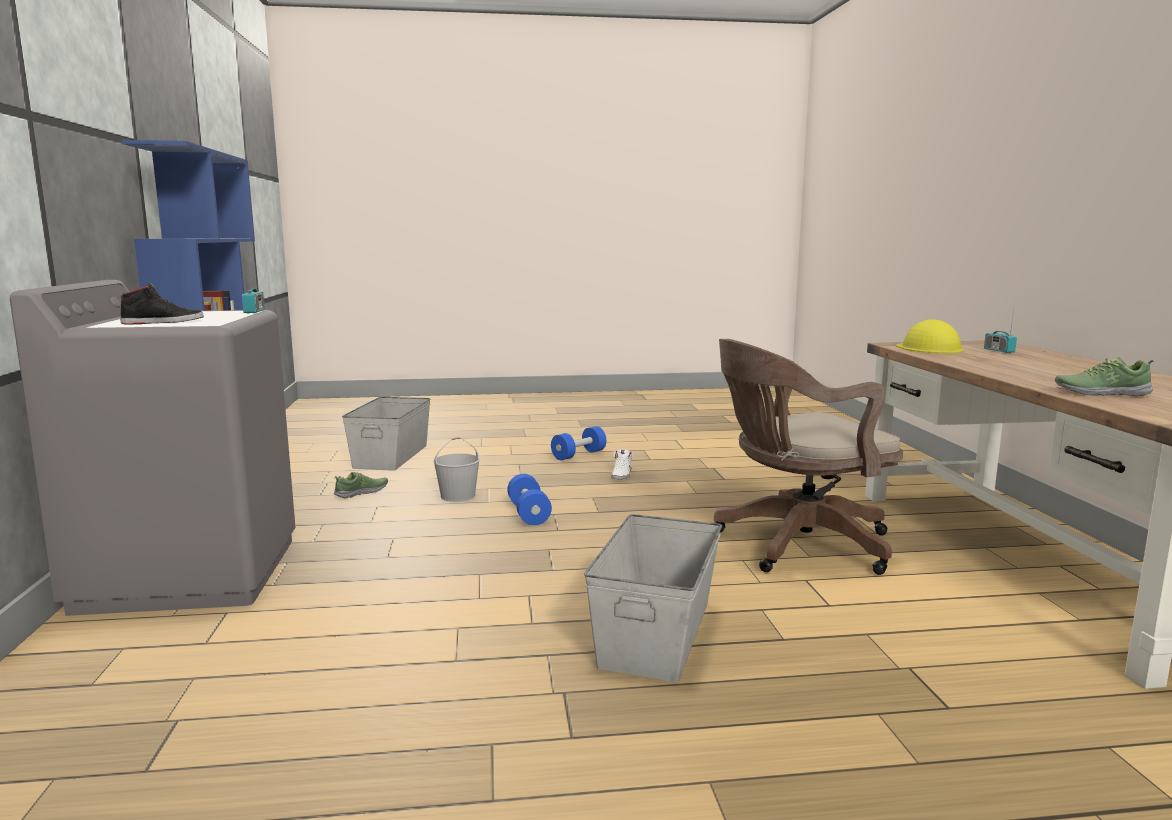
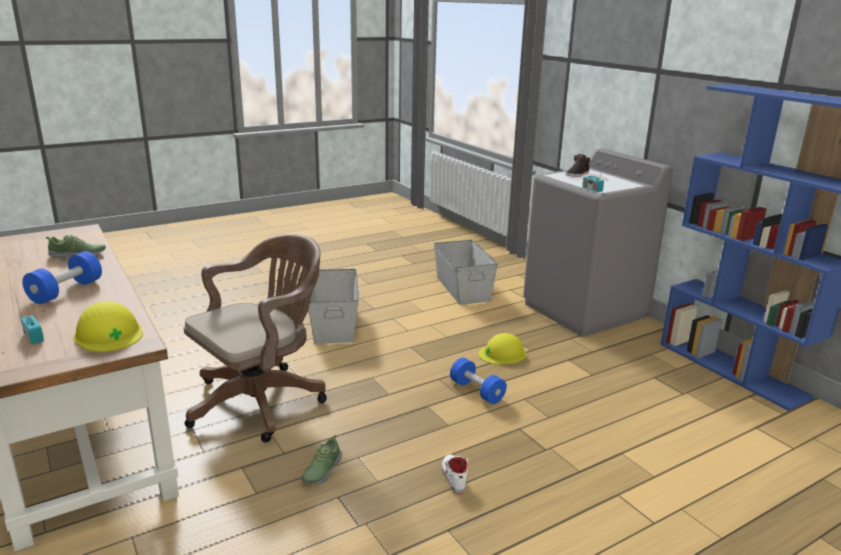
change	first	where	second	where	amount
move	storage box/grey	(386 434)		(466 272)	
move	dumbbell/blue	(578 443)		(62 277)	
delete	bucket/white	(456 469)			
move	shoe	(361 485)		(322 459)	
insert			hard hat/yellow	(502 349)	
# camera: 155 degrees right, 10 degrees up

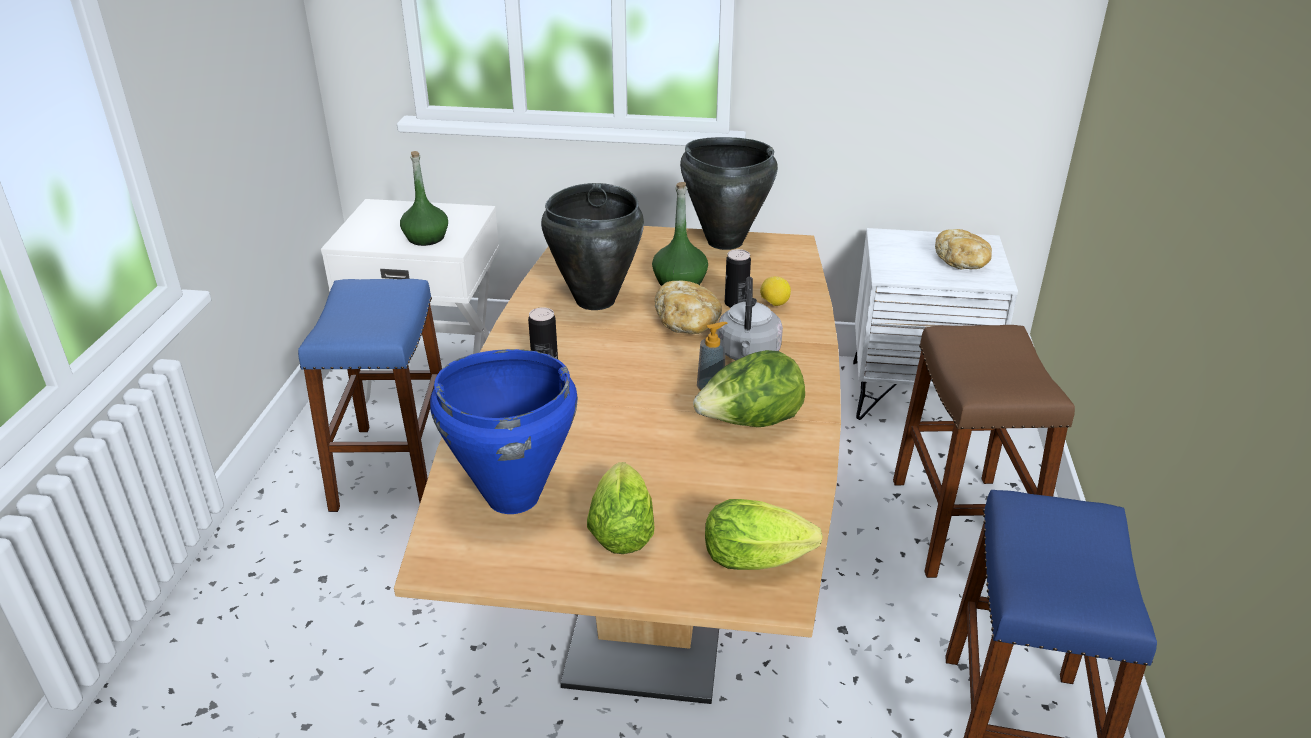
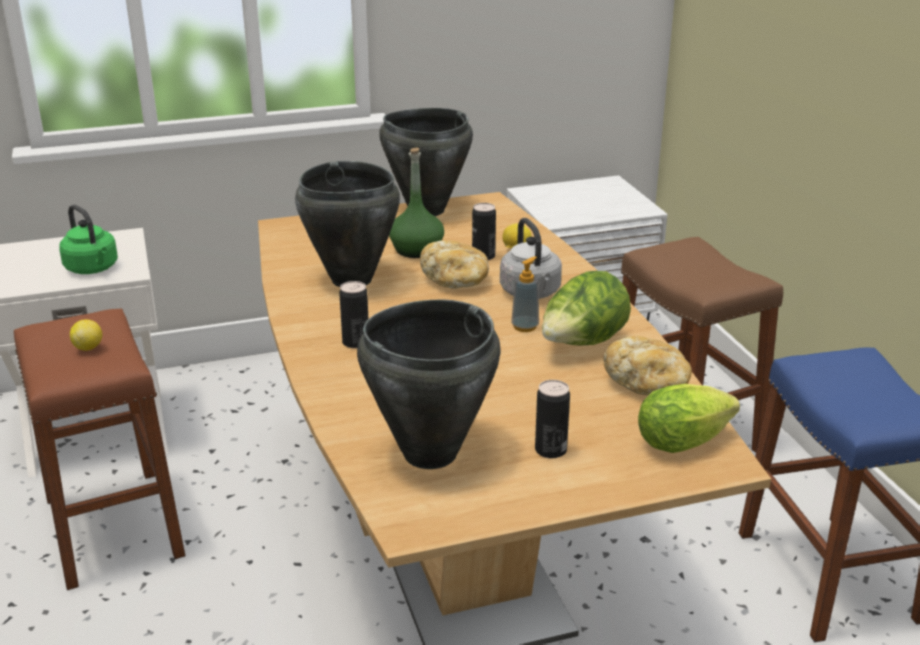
change	first	where	second	where	amount
replace	bottle/green	(424 198)	kettle/green	(88 239)	
move	bread	(963 249)		(647 366)	
recolor	stool/blue	(370 395)	stool/brown	(99 449)	
recolor	cooking pot/blue	(504 431)	cooking pot/black	(429 384)	
replace	lettuce	(621 508)	can	(552 419)	
insert			lemon	(86 335)	
# camera: 25 degrees left, 5 degrees down

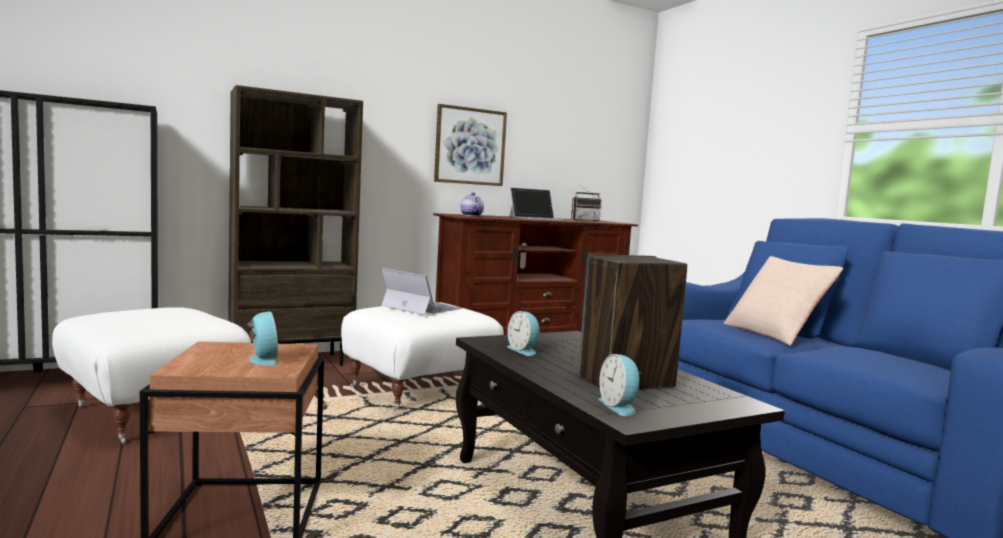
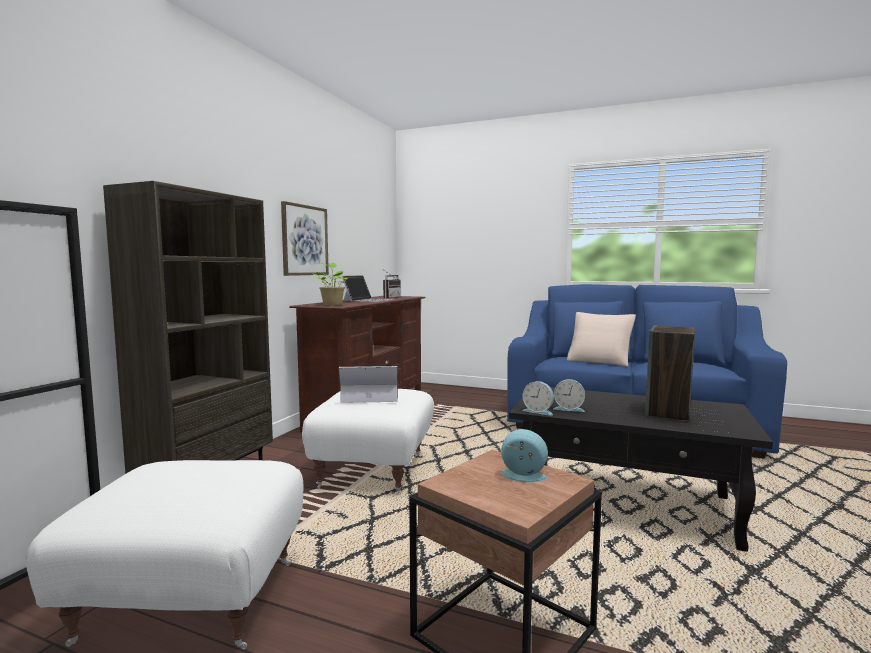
change	first	where	second	where	amount
replace	teapot	(472 204)	potted plant	(329 284)	
move	alarm clock	(619 385)		(538 398)	
# camera: 40 degrees left, 0 degrees up

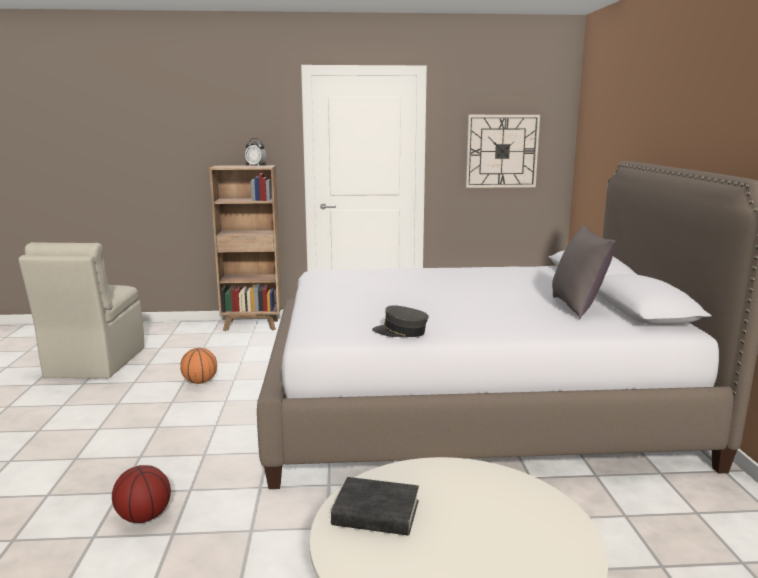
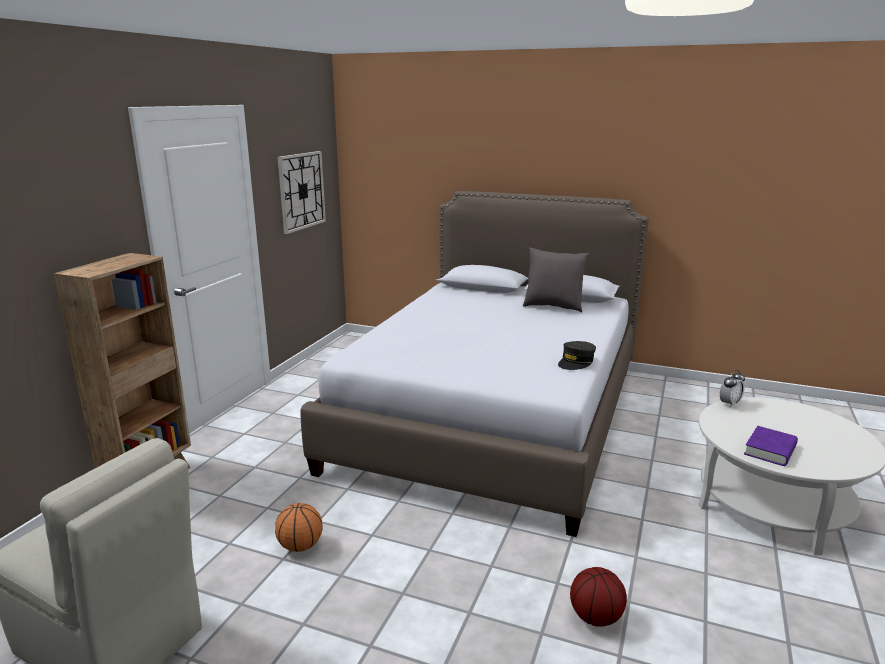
change	first	where	second	where	amount
move	alarm clock	(255 152)		(732 389)	
recolor	book/black	(375 506)	book/purple	(771 446)	
# camera: 65 degrees left, 5 degrees up

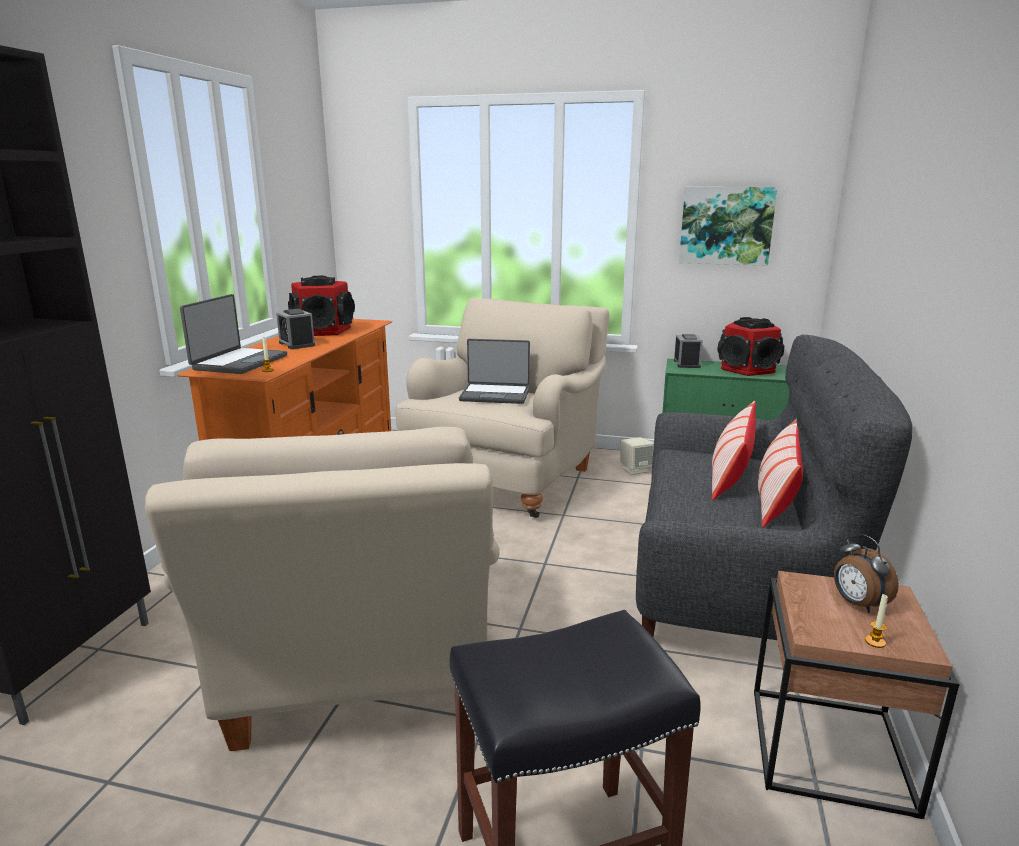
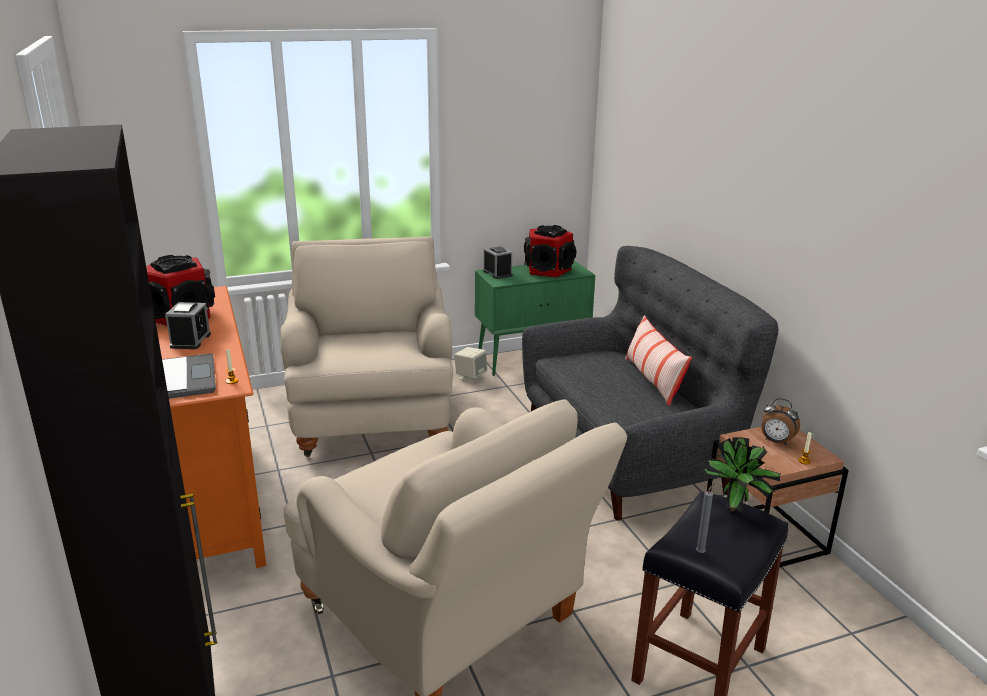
change	first	where	second	where	amount
delete	picture	(728 226)			
rotate	alarm clock	(295 329)		(188 325)	105 degrees counterclockwise
delete	laptop	(494 371)			
delete	pillow	(734 451)			
insert			potted plant	(740 474)	
insert			candle/grey	(705 518)	
# camera: 35 degrees left, 5 degrees up

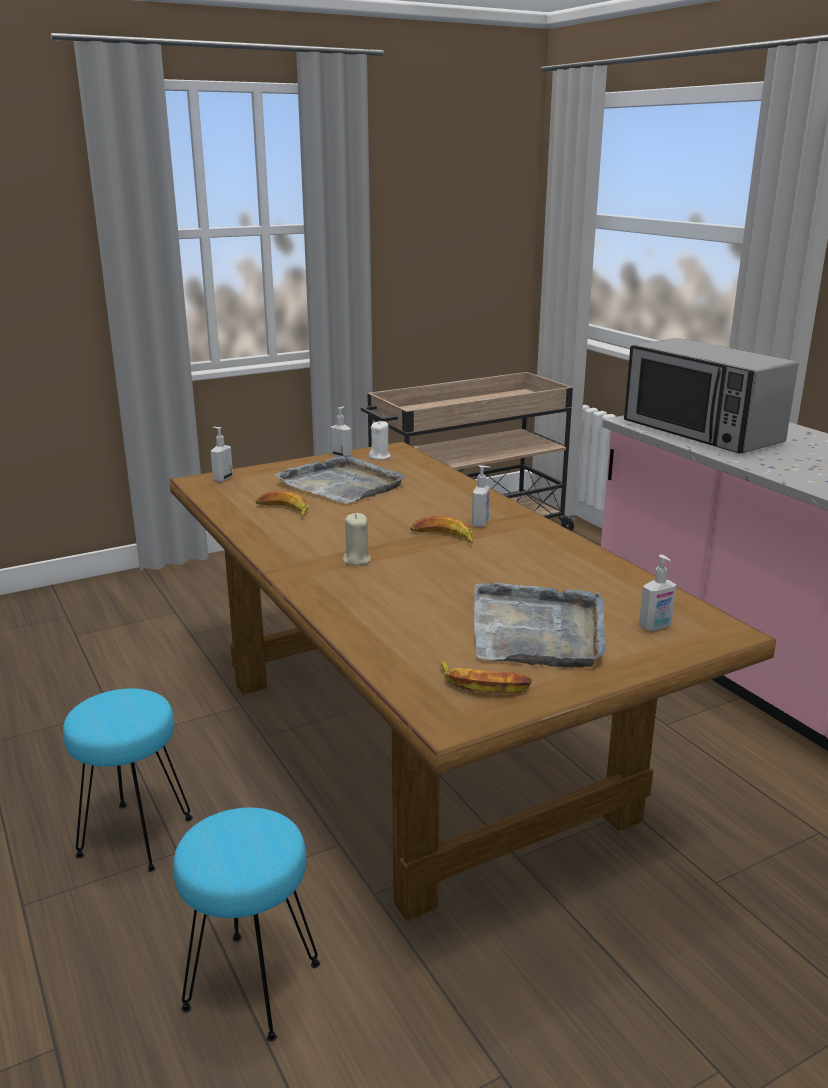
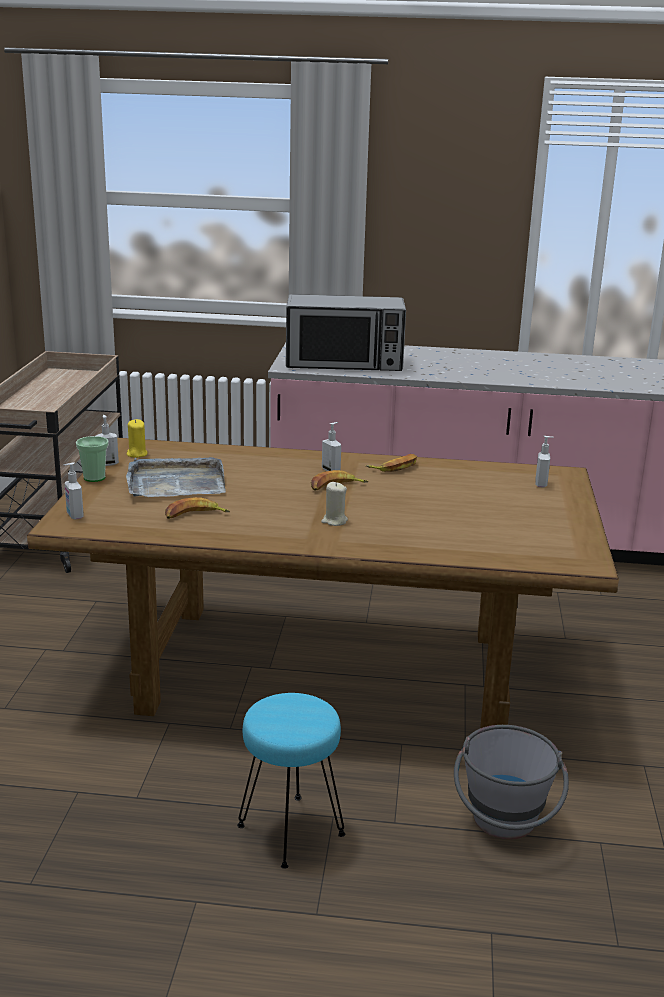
change	first	where	second	where	amount
recolor	candle/white	(379 440)	candle/yellow	(137 438)	
delete	tray/grey	(539 625)			
move	banana	(486 677)		(391 463)	
replace	stool/turquoise	(246 924)	bucket/grey	(511 782)	
insert			cup	(92 459)	
# camera: 55 degrees left, 0 degrees up

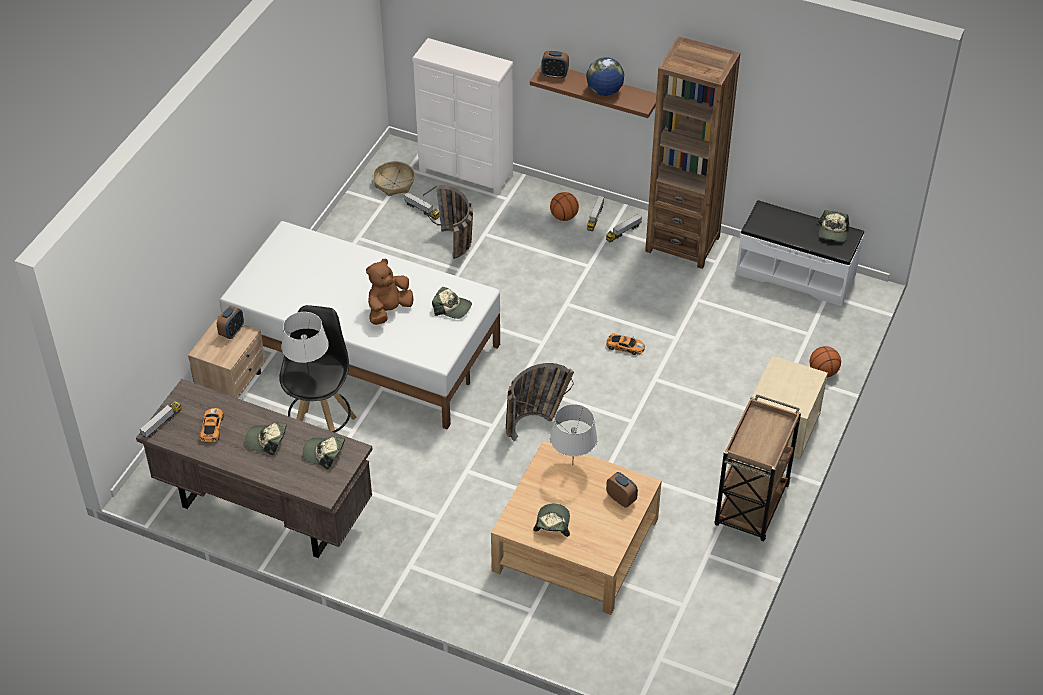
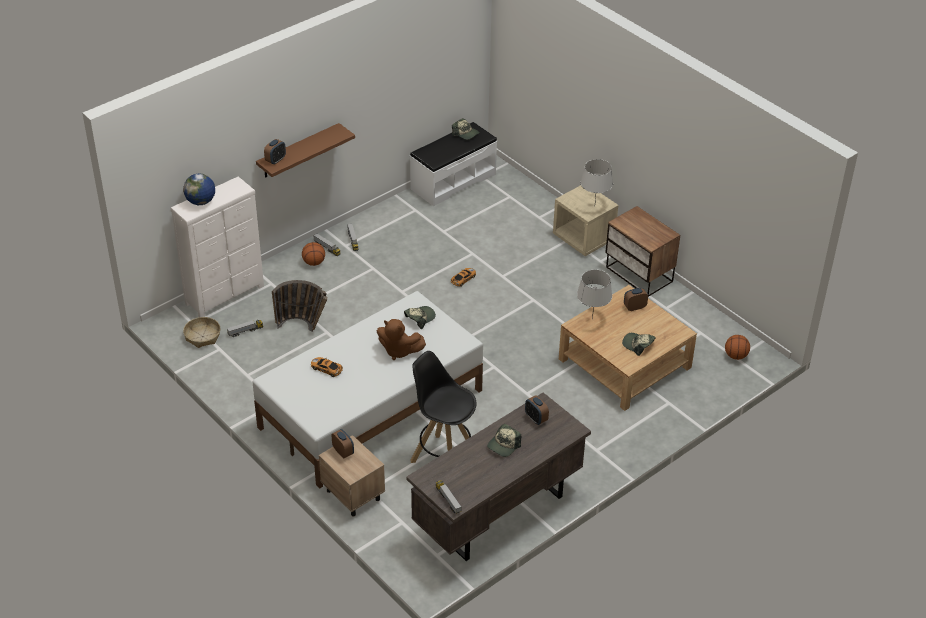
change	first	where	second	where	amount
delete	bookcase/brown	(692 152)			
move	globe	(605 76)		(199 189)	
rotate	plush toy/brown	(390 292)		(401 339)	45 degrees counterclockwise
move	table lamp/grey	(305 343)		(597 180)	
move	basketball	(825 361)		(737 347)	
delete	basket	(540 402)			
replace	cart/brown	(758 468)	nightstand	(642 251)	
move	toy car	(212 425)		(327 367)	
replace	cap	(323 453)	alarm clock	(537 410)	
# camera: 65 degrees left, 5 degrees down

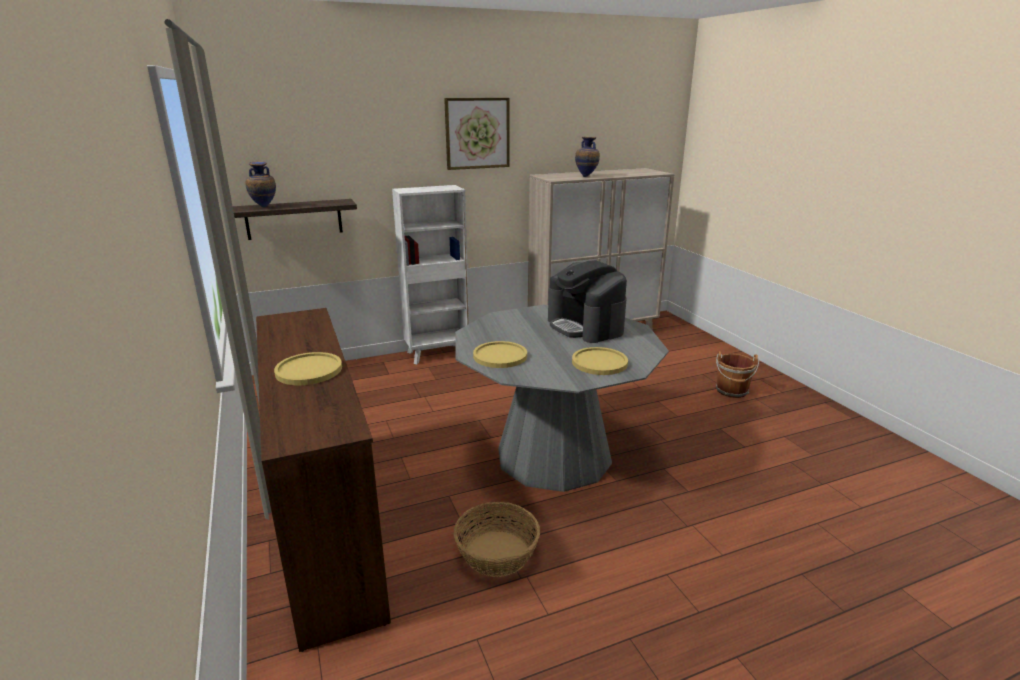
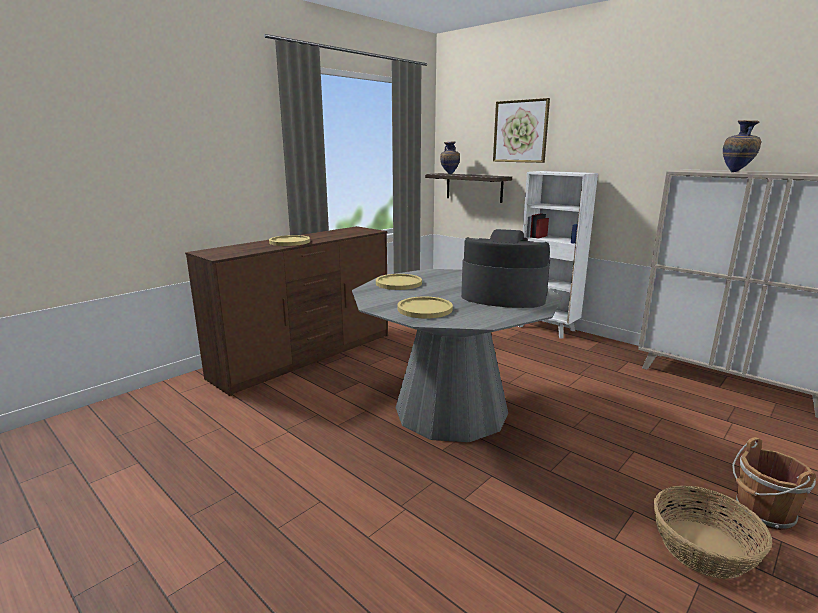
change	first	where	second	where	amount
move	picture	(477 134)		(521 130)	
rotate	coffee machine	(587 301)		(505 268)	75 degrees clockwise
move	basket	(497 539)		(713 532)	
# camera: 65 degrees right, 5 degrees down

